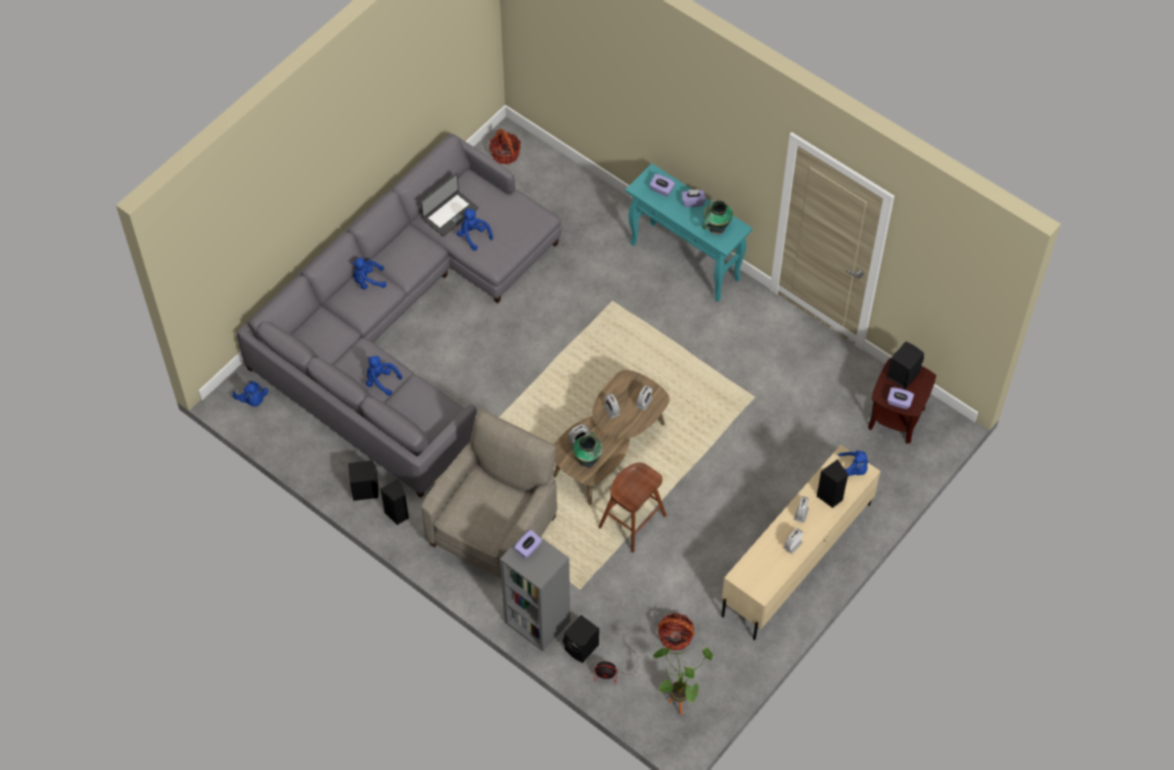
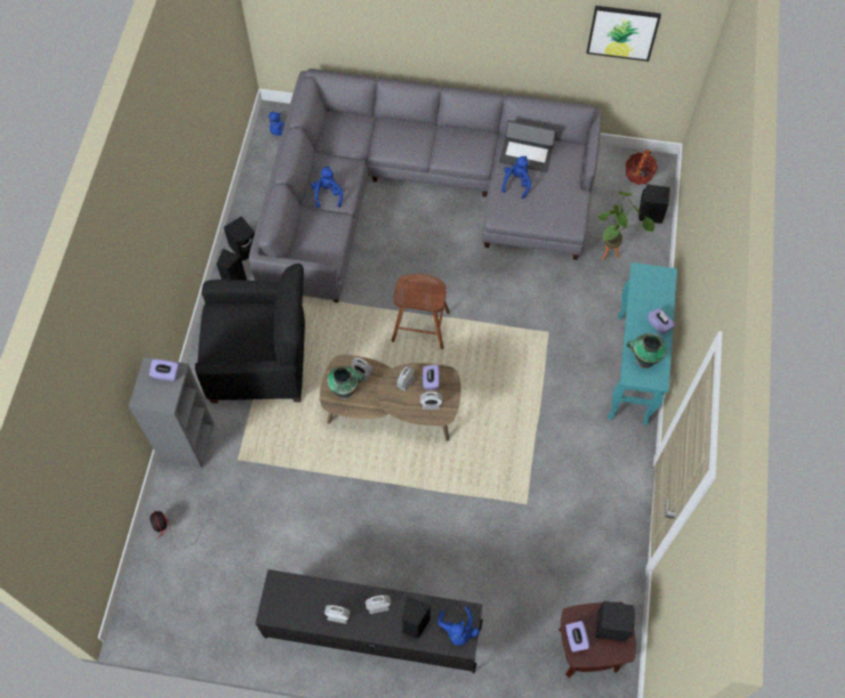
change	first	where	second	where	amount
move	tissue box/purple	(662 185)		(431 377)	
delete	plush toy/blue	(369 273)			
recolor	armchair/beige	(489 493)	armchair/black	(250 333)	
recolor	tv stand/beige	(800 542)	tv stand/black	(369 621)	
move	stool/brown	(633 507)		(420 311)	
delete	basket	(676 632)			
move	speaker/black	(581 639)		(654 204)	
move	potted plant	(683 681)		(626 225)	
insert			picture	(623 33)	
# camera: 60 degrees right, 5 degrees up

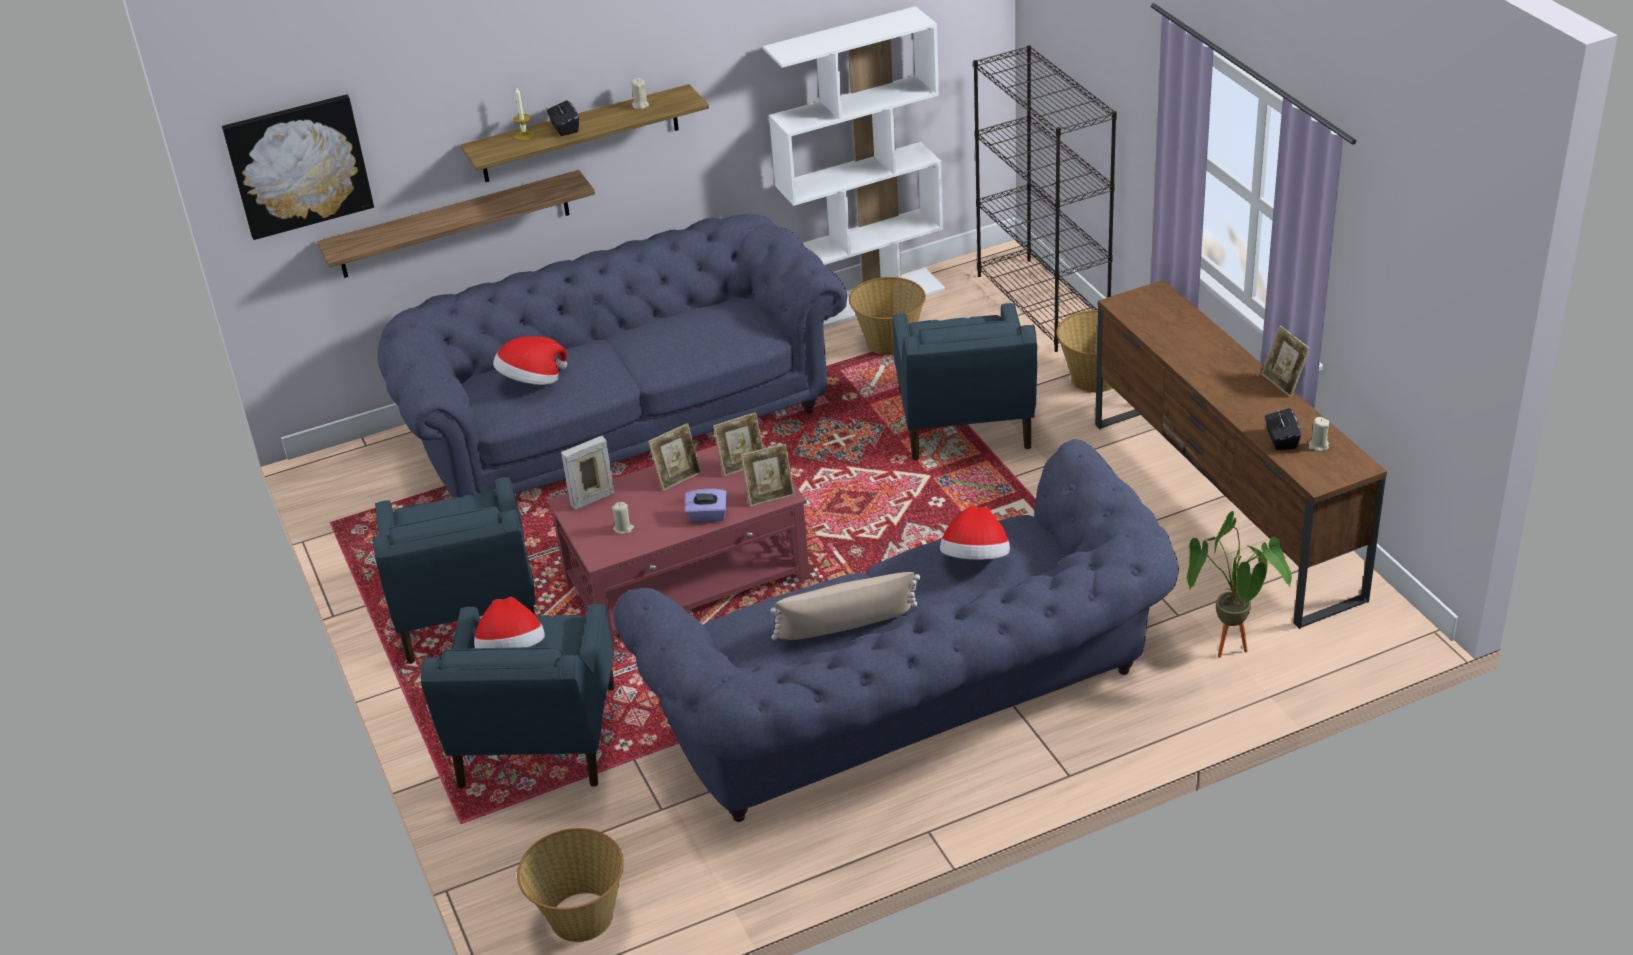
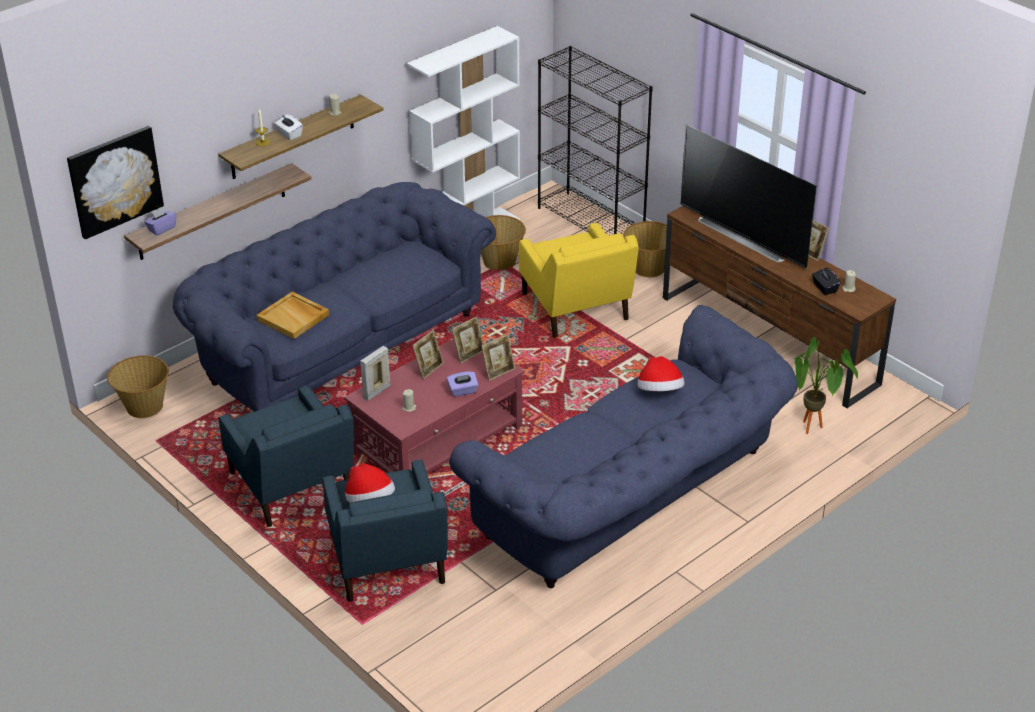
change	first	where	second	where	amount
recolor	tissue box/black	(563 118)	tissue box/white	(288 127)	
recolor	armchair/blue	(964 381)	armchair/yellow	(579 280)	
replace	hat	(530 360)	tray/beige	(293 315)	
delete	pillow/beige	(845 606)			
move	basket	(570 885)		(138 386)	
insert			television	(749 196)	
insert			tissue box/purple	(160 221)	
# camera: 20 degrees left, 0 degrees up

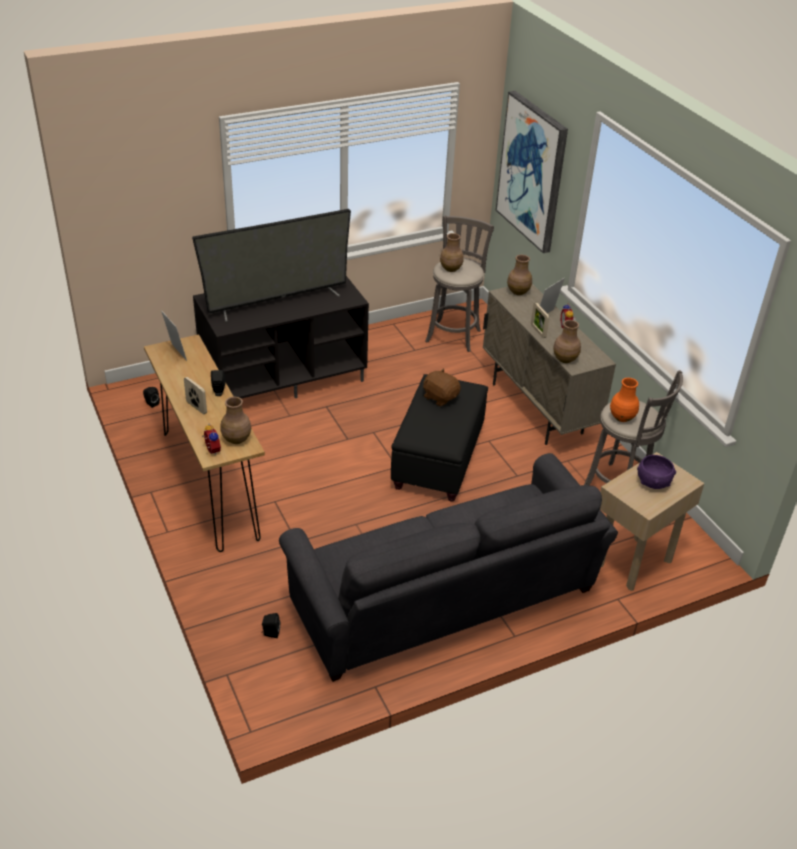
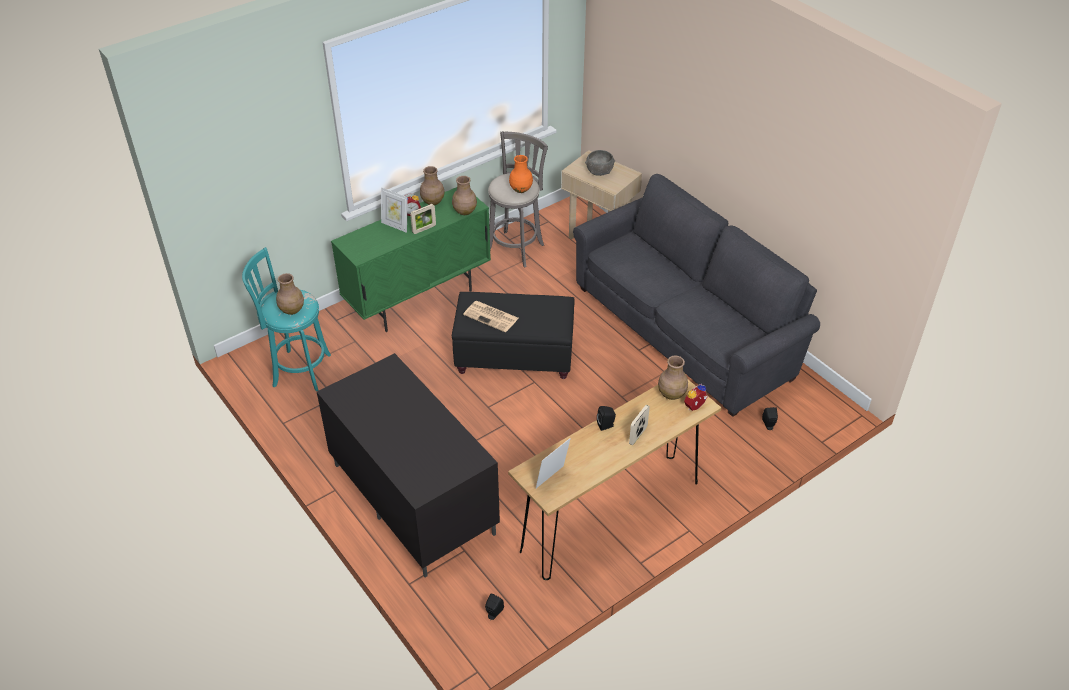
change	first	where	second	where	amount
delete	picture	(532 172)			
delete	television	(271 265)			
recolor	stool/grey	(459 284)	stool/turquoise	(286 319)	
move	vase/brown	(519 275)		(432 185)	
recolor	cabinet/beige	(549 364)	cabinet/green	(411 259)	
replace	plush toy/brown	(442 387)	newspaper	(490 316)	
recolor	bowl/purple	(656 472)	bowl/grey	(600 163)	
# camera: 100 degrees left, 5 degrees up

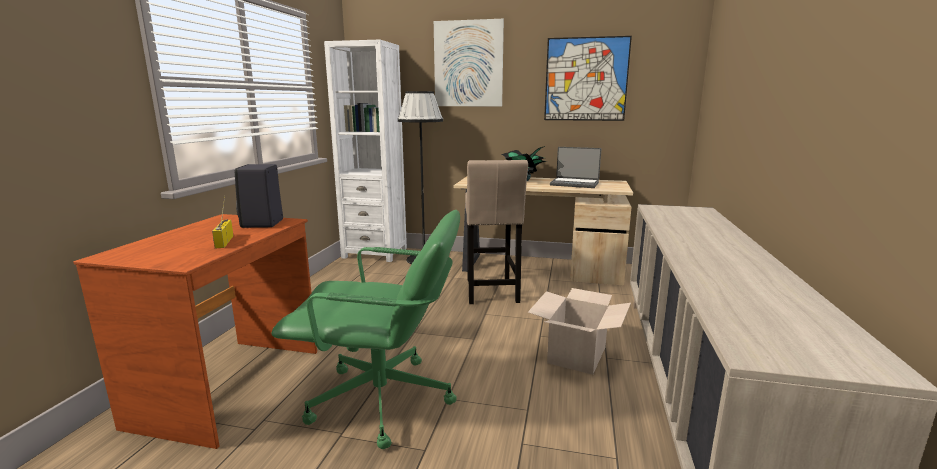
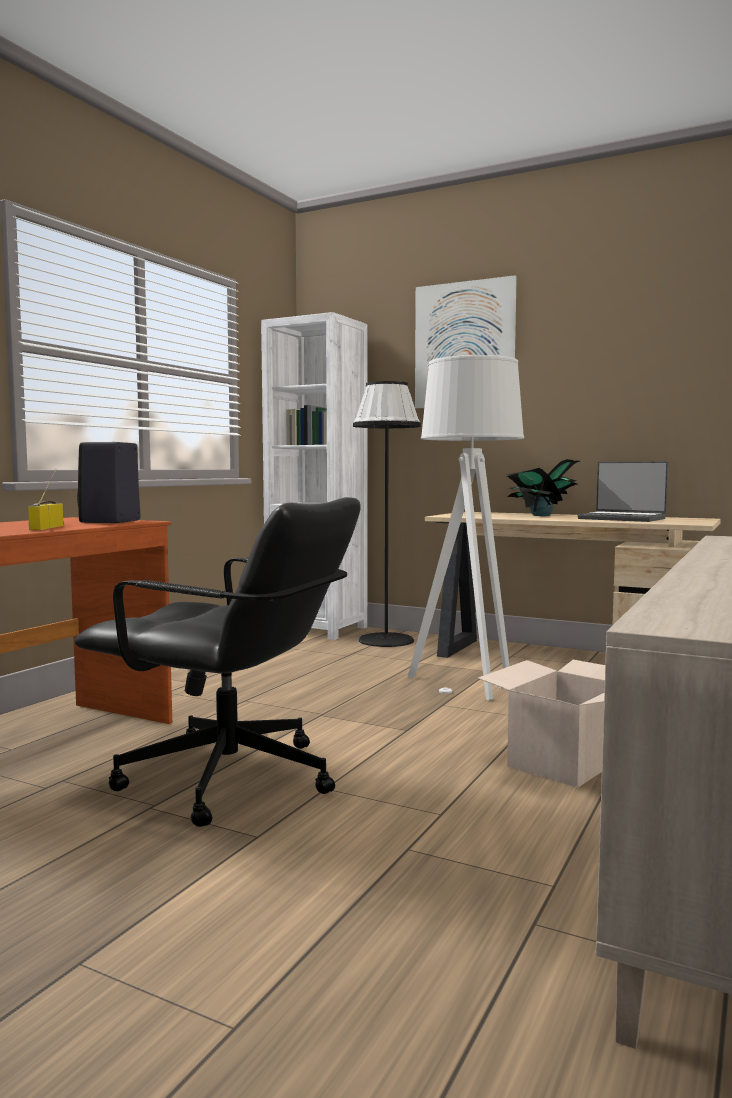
change	first	where	second	where	amount
delete	picture	(588 78)			
replace	stool/beige	(496 232)	floor lamp/grey	(466 527)	
recolor	office chair/green	(365 329)	office chair/black	(217 662)	
# camera: 15 degrees right, 10 degrees down

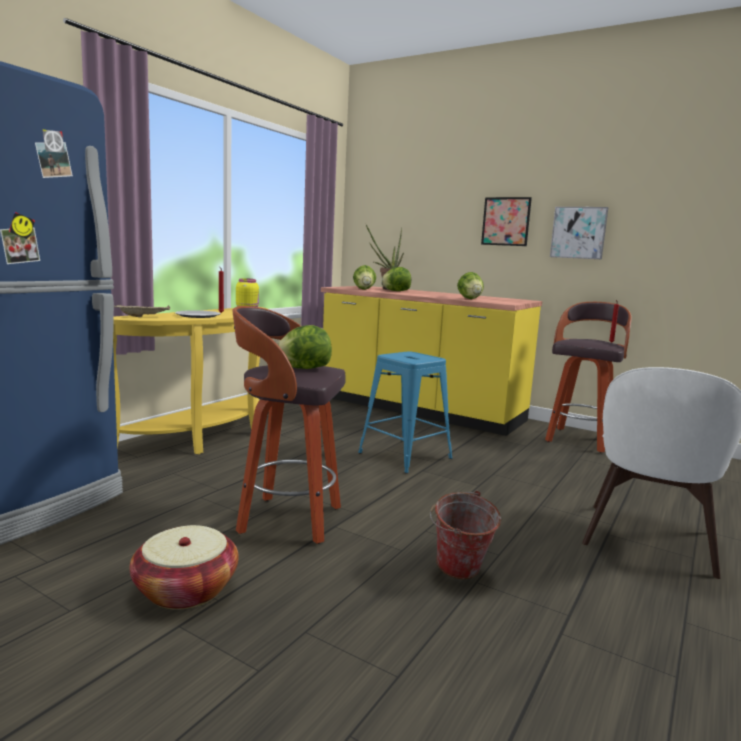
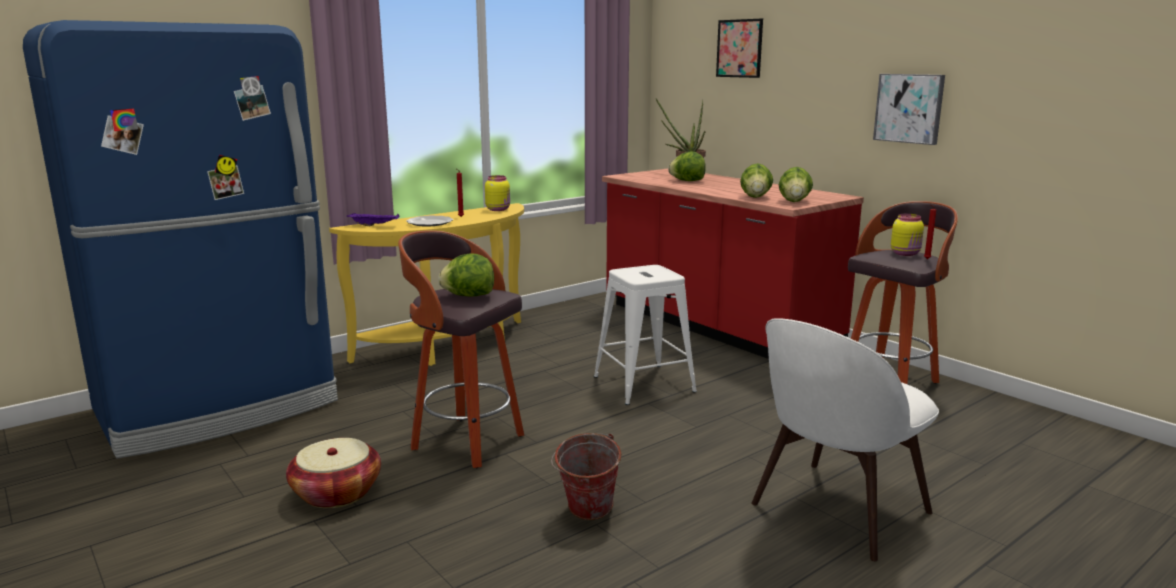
change	first	where	second	where	amount
move	picture	(506 221)		(739 48)	
move	lettuce	(364 277)		(796 184)	
recolor	counter/yellow	(431 361)	counter/red	(733 264)	
recolor	tray/beige	(142 311)	tray/purple	(373 219)	
recolor	stool/blue	(405 412)	stool/white	(645 335)	
insert			jar/yellow	(907 235)	
# camera: 20 degrees right, 5 degrees up

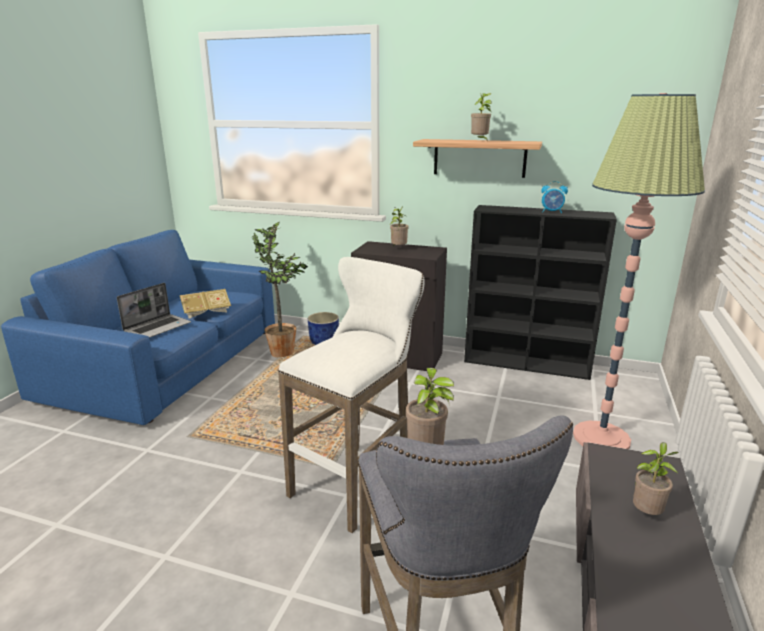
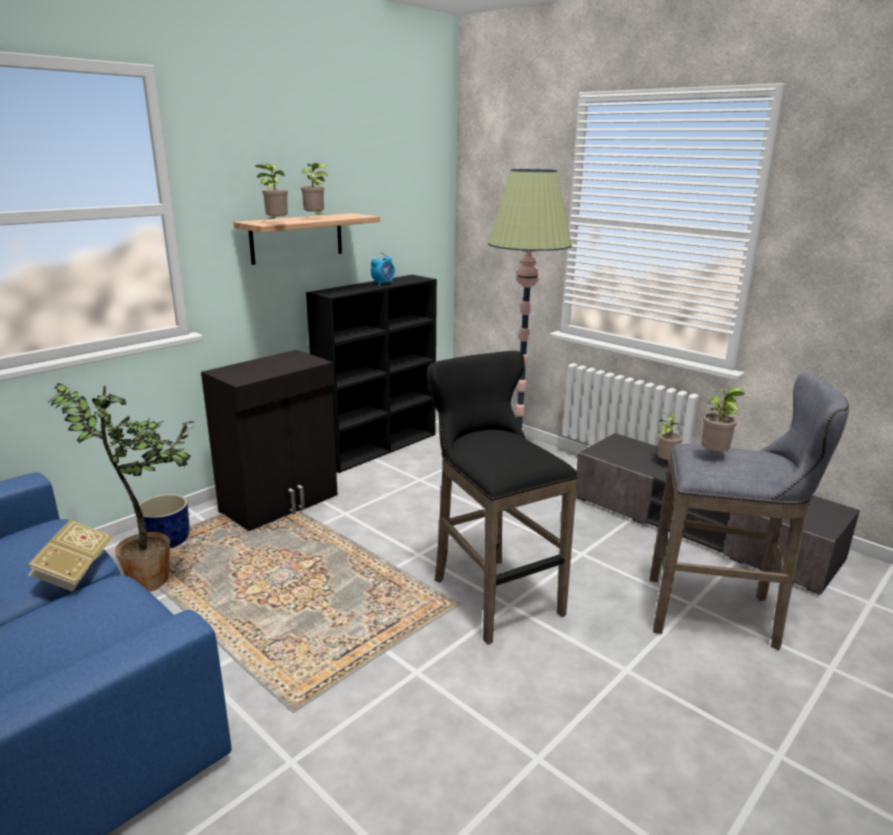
change	first	where	second	where	amount
move	potted plant	(399 226)		(271 192)	
recolor	stool/white	(351 395)	stool/black	(502 498)	
delete	laptop	(154 310)			
# camera: 65 degrees left, 0 degrees up

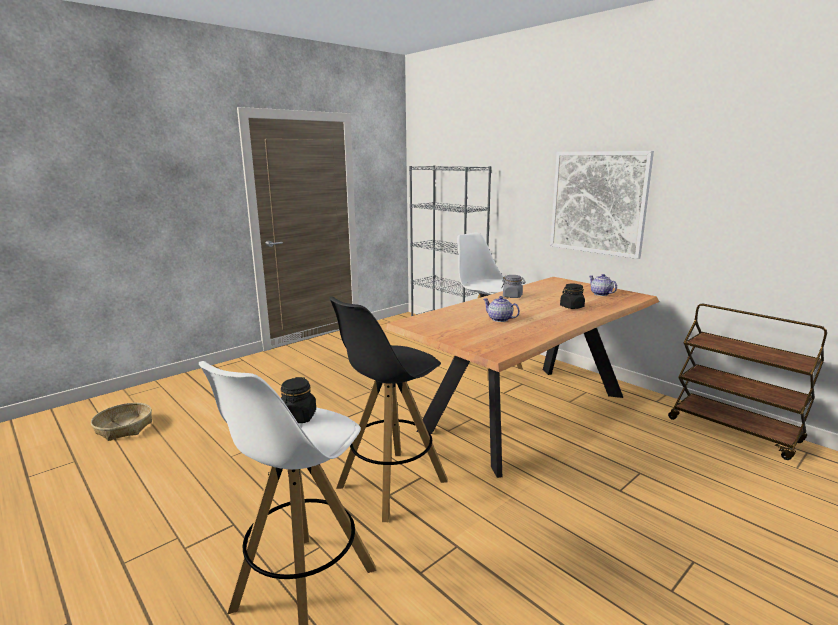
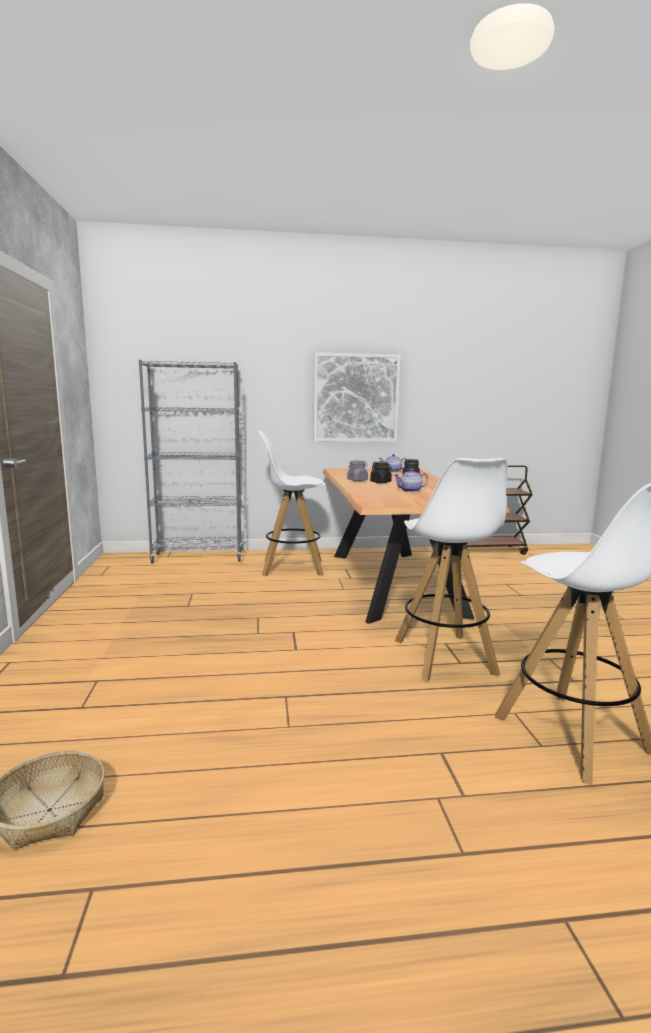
change	first	where	second	where	amount
recolor	stool/black	(388 409)	stool/white	(451 570)	
move	jar/black	(298 400)		(381 472)	
# camera: 55 degrees left, 5 degrees down

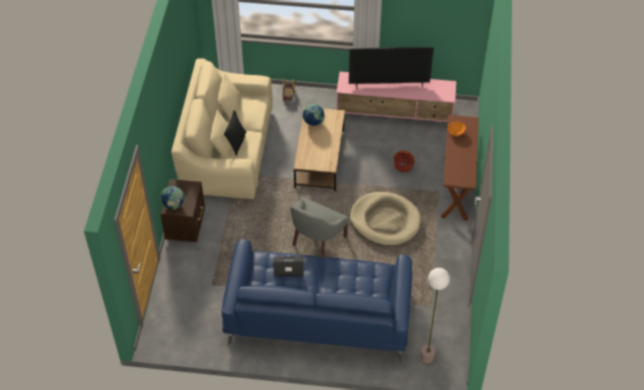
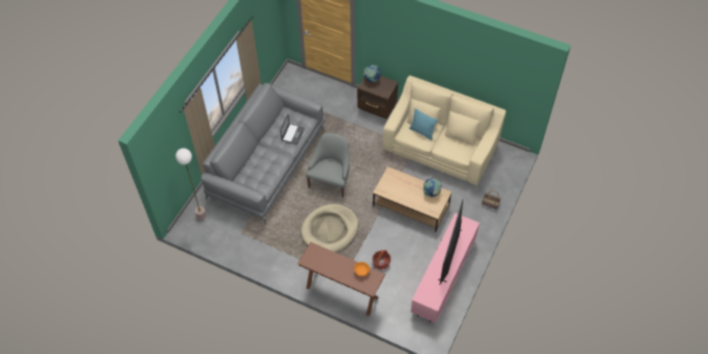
change	first	where	second	where	amount
recolor	pillow/black	(235 133)	pillow/turquoise	(423 124)	
rotate	armchair/grey	(319 228)		(328 165)	60 degrees clockwise
recolor	sofa/blue	(316 300)	sofa/grey	(263 154)	
# camera: 110 degrees right, 5 degrees up

